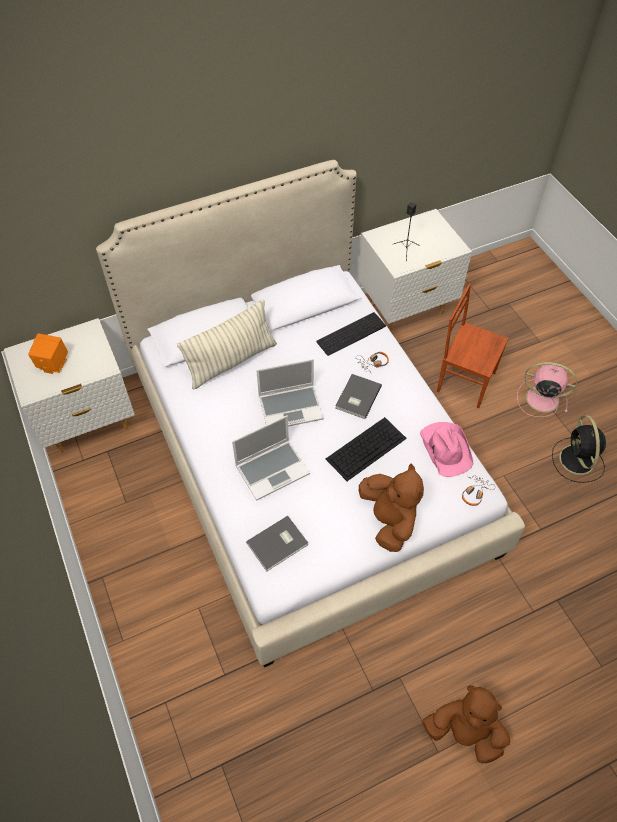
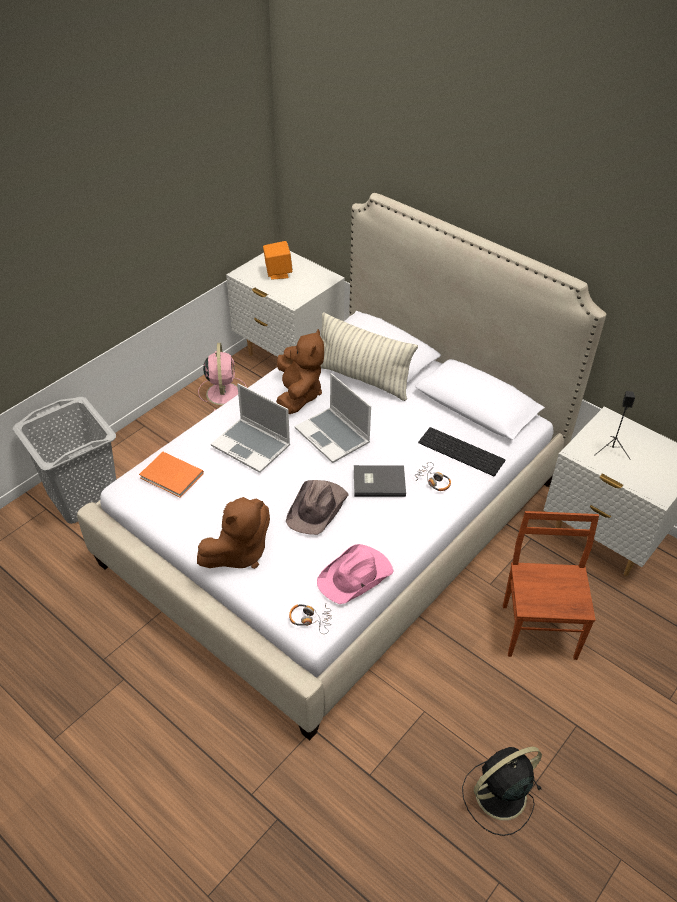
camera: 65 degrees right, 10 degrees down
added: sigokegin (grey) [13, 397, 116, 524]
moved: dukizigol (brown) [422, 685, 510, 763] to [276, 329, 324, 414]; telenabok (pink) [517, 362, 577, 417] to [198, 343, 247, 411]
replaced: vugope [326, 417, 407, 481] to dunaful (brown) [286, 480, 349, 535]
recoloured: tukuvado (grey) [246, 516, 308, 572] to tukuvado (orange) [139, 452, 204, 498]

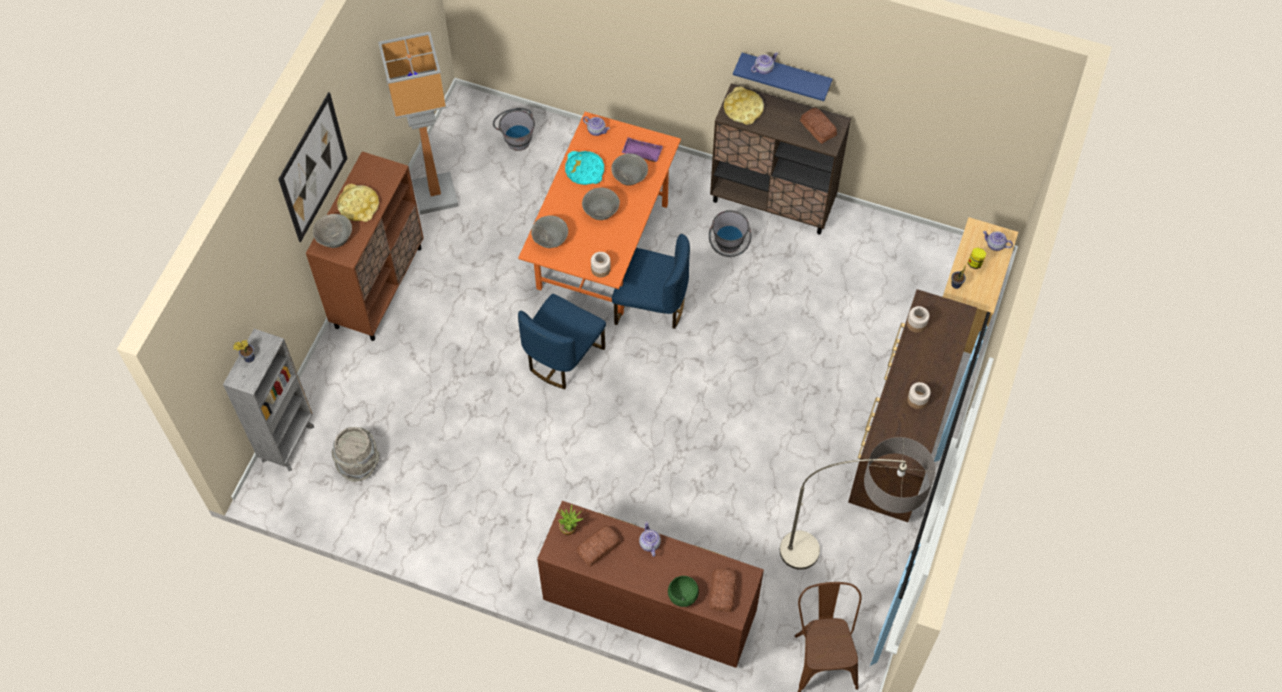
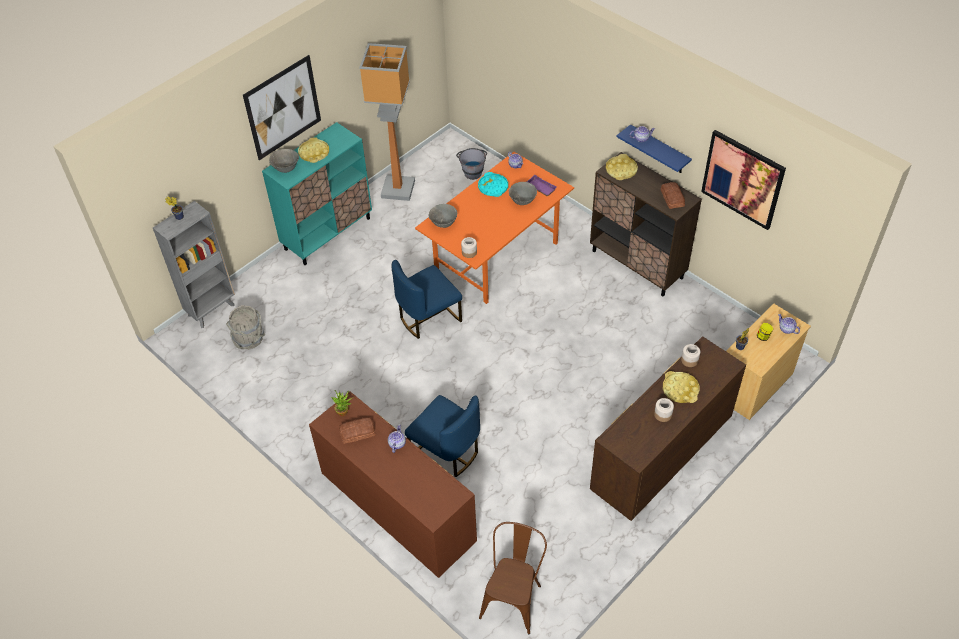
camera: 25 degrees right, 10 degrees down
removed: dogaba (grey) [582, 188, 620, 220]; dogaba (green) [668, 576, 699, 607]; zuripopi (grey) [709, 210, 752, 257]; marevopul [709, 569, 736, 612]; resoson [780, 437, 936, 570]
added: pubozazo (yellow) [663, 371, 699, 403]; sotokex [701, 130, 786, 230]
moved: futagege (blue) [612, 234, 690, 329] to [405, 395, 480, 477]
recoloured: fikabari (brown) [306, 151, 424, 341] to fikabari (turquoise) [262, 122, 372, 265]

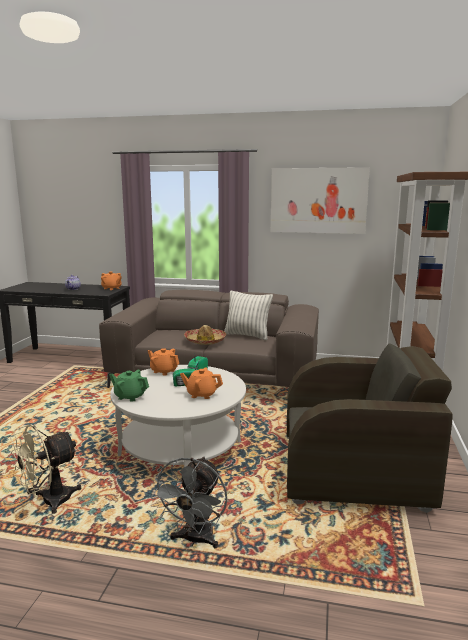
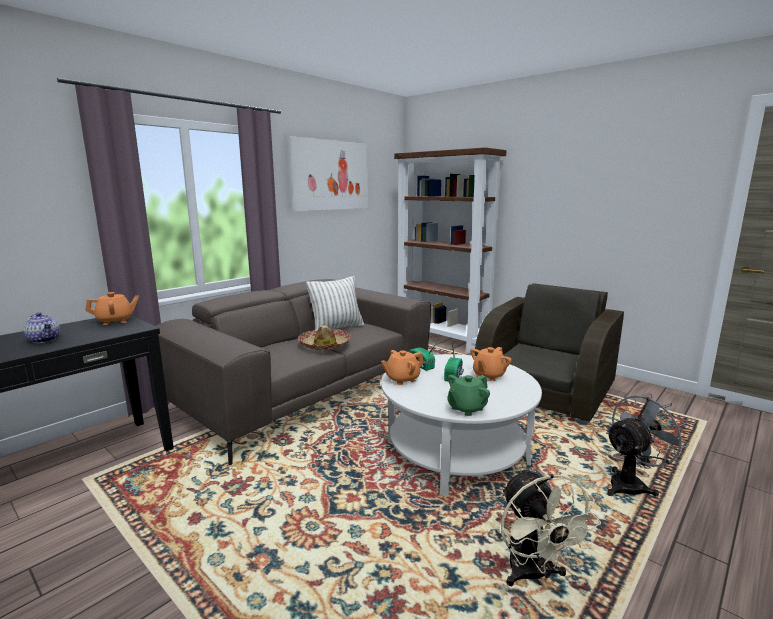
camera: 60 degrees left, 0 degrees up
turned: telenabok (grey) [151, 457, 227, 548] = [606, 393, 689, 497] 75 degrees counterclockwise

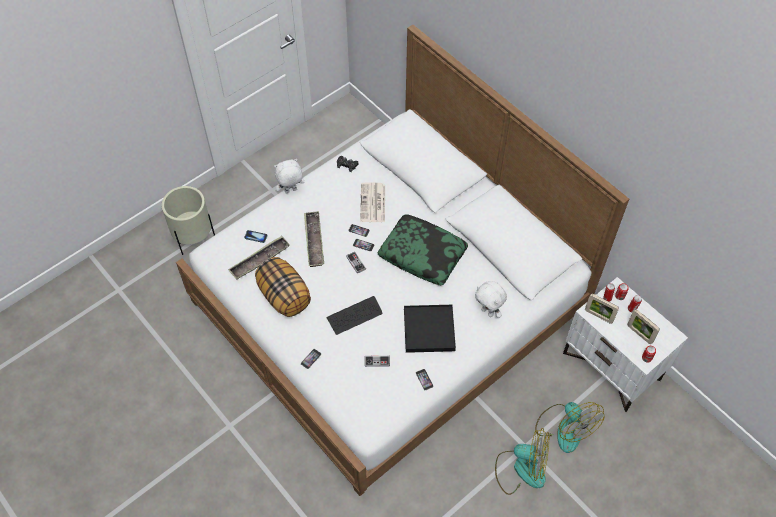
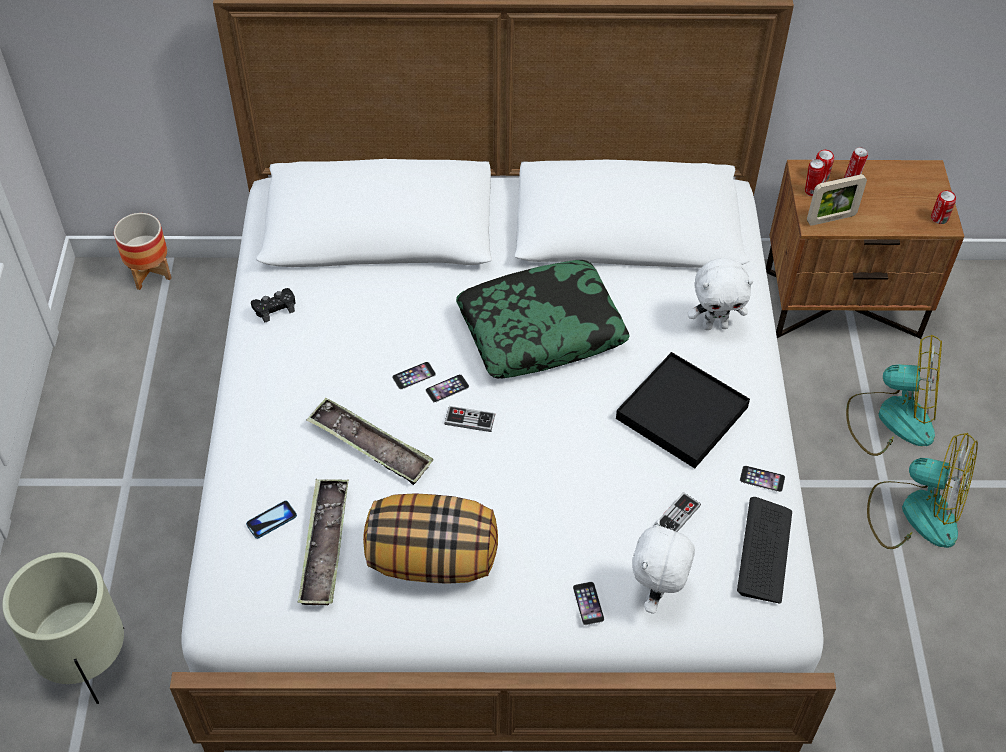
camera: 50 degrees left, 5 degrees down
removed: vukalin [360, 183, 385, 222]; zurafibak [627, 309, 660, 344]
added: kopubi [114, 213, 171, 290]
moved: dukizigol (white) [274, 159, 305, 193] to [632, 519, 695, 614]; vugope [326, 296, 383, 335] to [737, 497, 792, 603]
recoloured: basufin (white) [563, 277, 688, 412] to basufin (brown) [766, 160, 965, 339]
turned: telenabok [495, 428, 549, 495] = [867, 433, 978, 549] 60 degrees clockwise

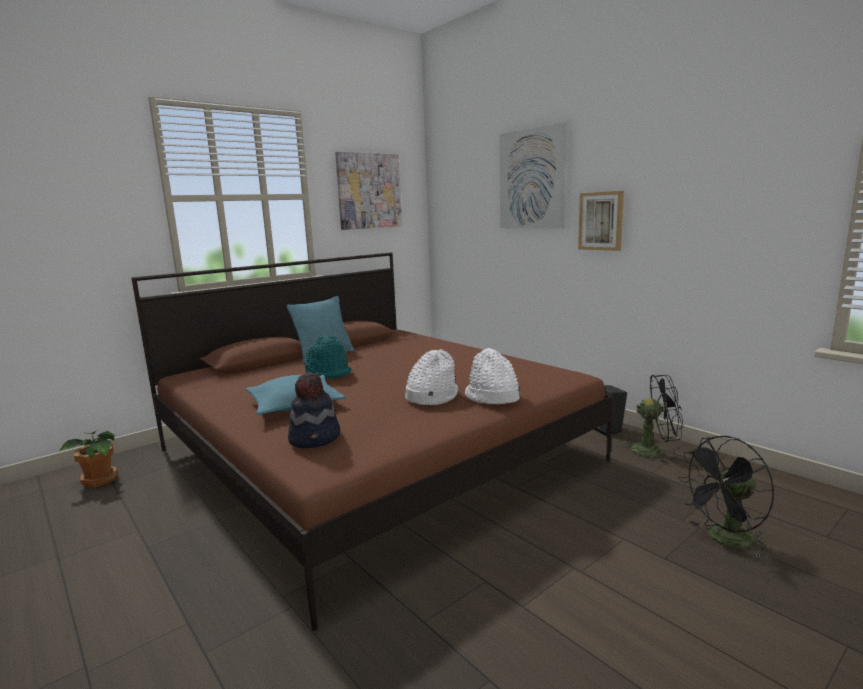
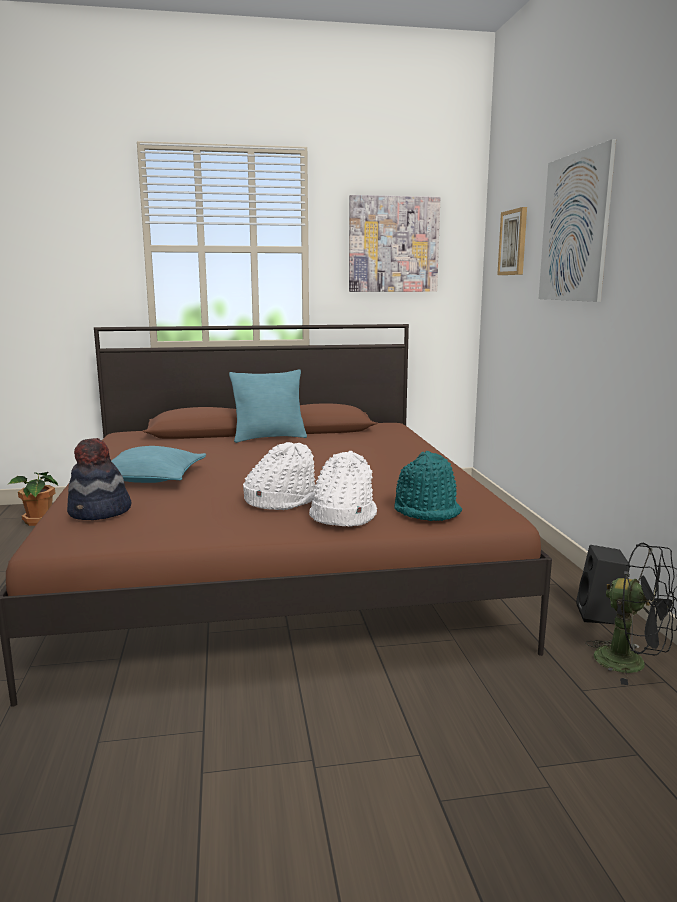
camera: 30 degrees right, 0 degrees up
removed: telenabok (black) [678, 436, 774, 557]
moved: dunaful (turquoise) [305, 335, 351, 379] to [394, 451, 462, 521]; sotokex [578, 191, 624, 251] to [497, 207, 527, 275]

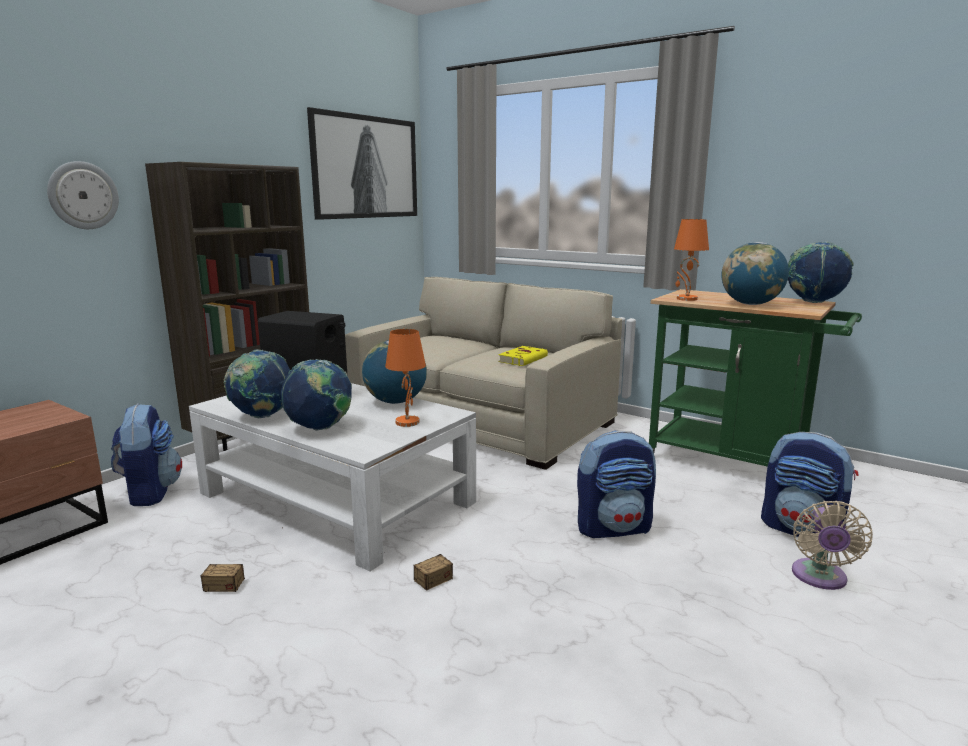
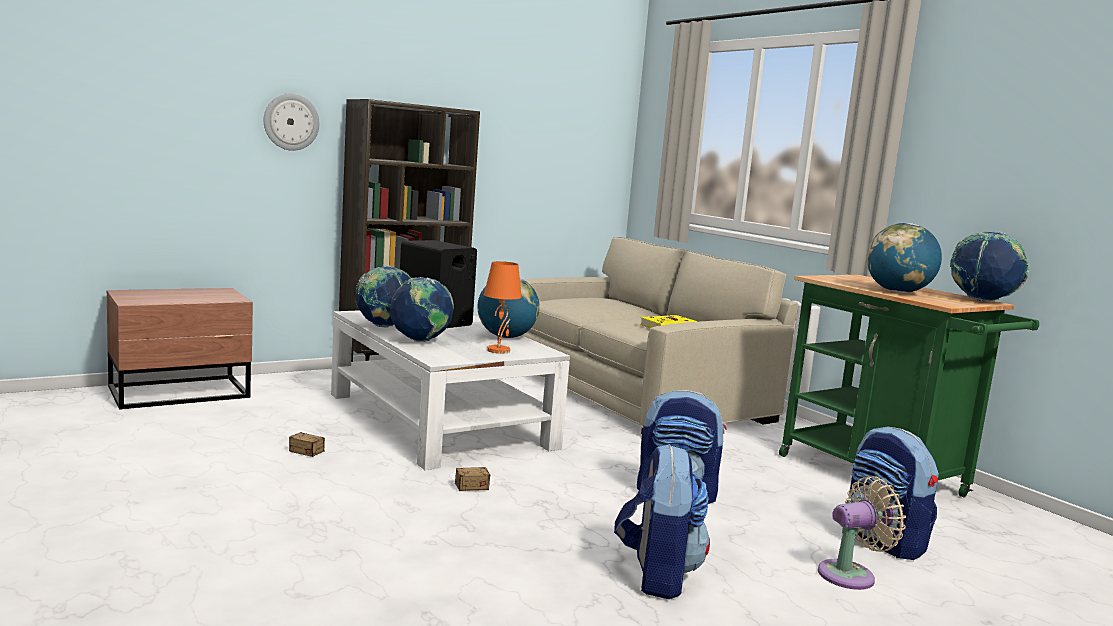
camera: 20 degrees right, 5 degrees down
removed: sotokex [307, 107, 417, 220]; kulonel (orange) [674, 219, 709, 301]
moved: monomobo [111, 403, 182, 506] to [614, 444, 710, 599]
turned: telenabok (beige) [792, 501, 873, 590] = [818, 476, 906, 590] 150 degrees counterclockwise

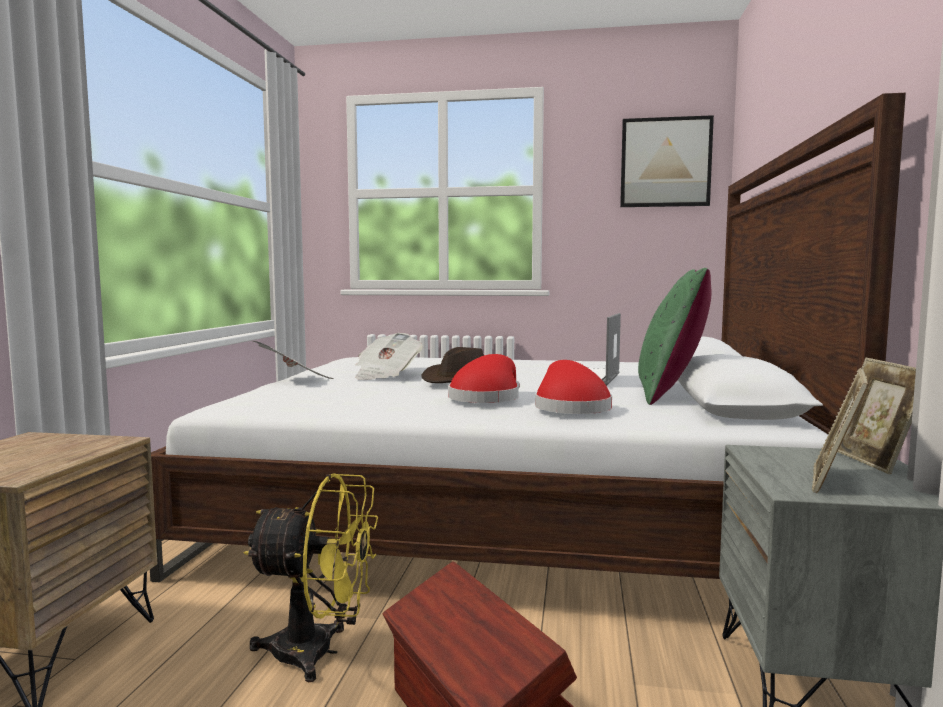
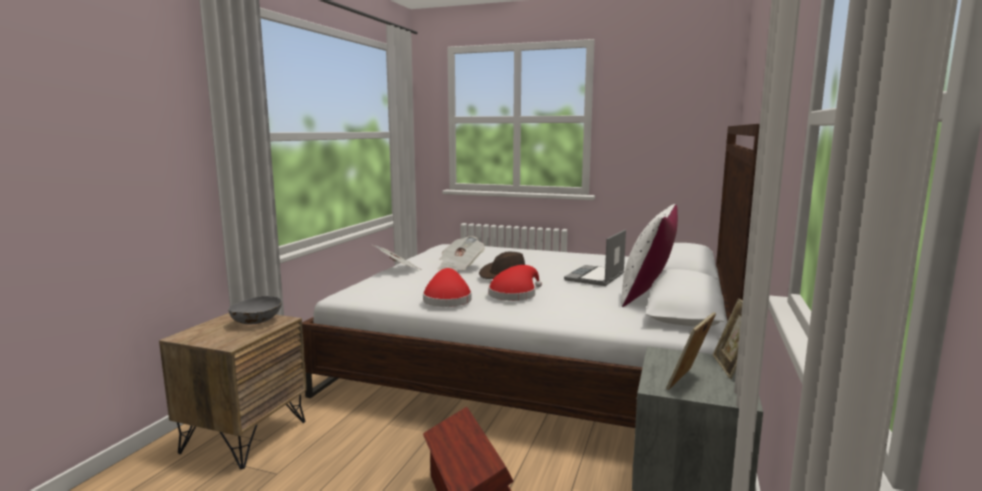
camera: 10 degrees right, 5 degrees up
removed: telenabok (yellow) [244, 473, 378, 682]; sotokex [620, 115, 714, 207]
added: dogaba (grey) [228, 296, 282, 324]
moved: dunaful (red) [535, 360, 612, 414] to [423, 268, 472, 307]
recoloured: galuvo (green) [638, 268, 712, 405] to galuvo (white) [621, 204, 678, 307]

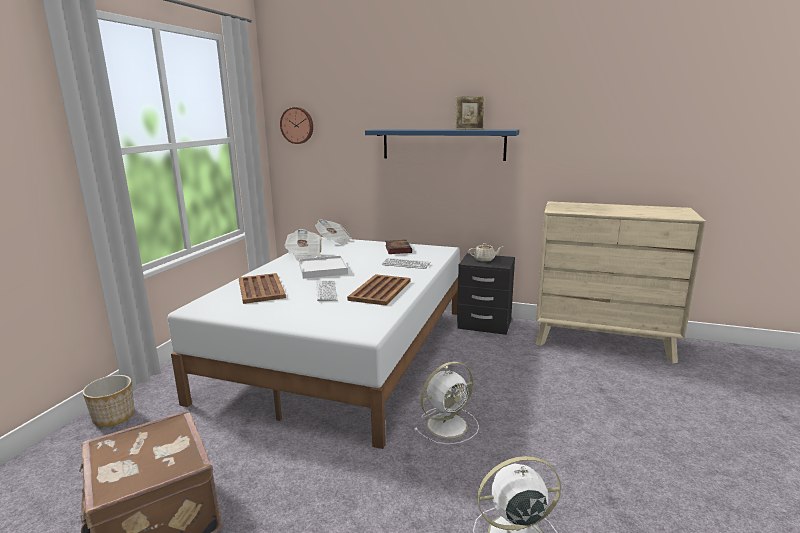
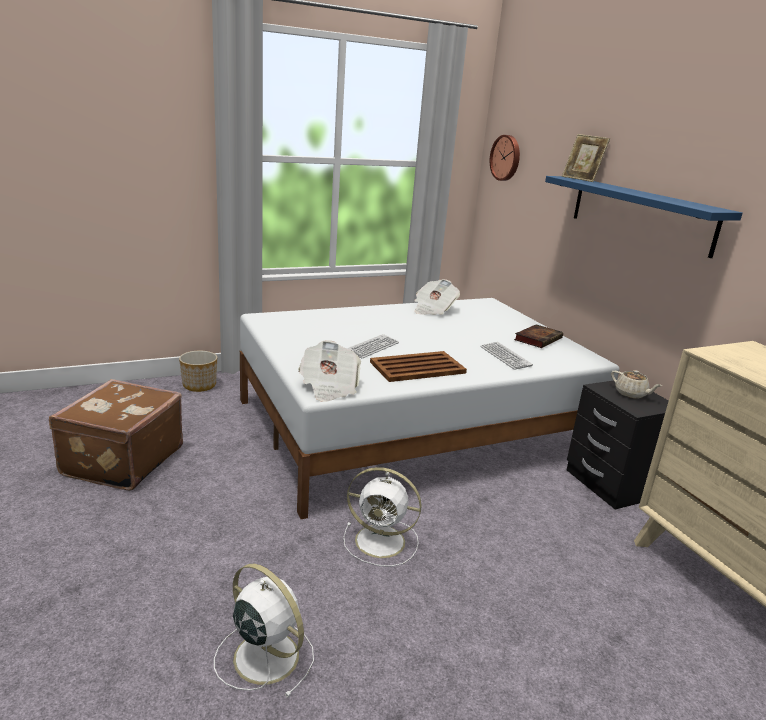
camera: 45 degrees right, 5 degrees up
removed: pubozazo (brown) [239, 273, 286, 304]; pubozazo (white) [299, 256, 348, 279]
moved: vukalin [315, 220, 352, 245] to [298, 340, 361, 402]; zurafibak [455, 96, 484, 130] to [562, 134, 610, 182]

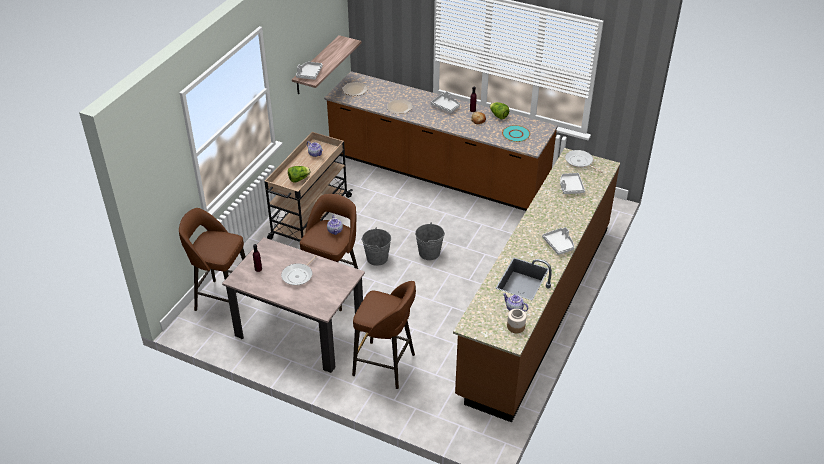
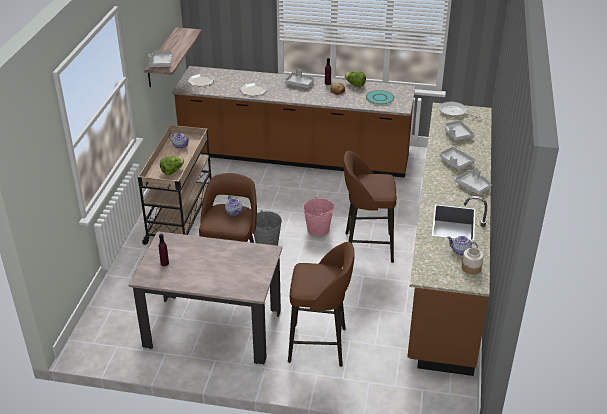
camera: 15 degrees left, 5 degrees down
removed: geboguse [281, 256, 317, 286]
added: pubozazo (grey) [440, 147, 475, 170]
moved: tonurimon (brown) [179, 208, 246, 311] to [343, 151, 397, 263]
recoloured: zuripopi (grey) [415, 223, 445, 260] to zuripopi (pink) [303, 197, 334, 236]

